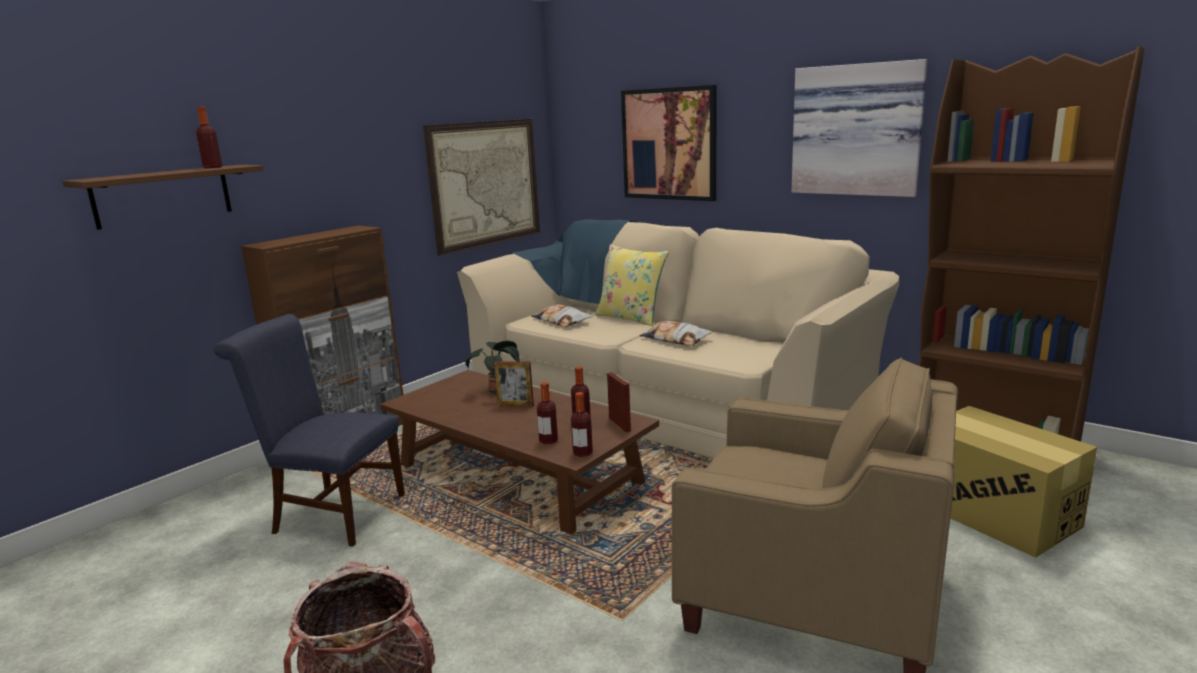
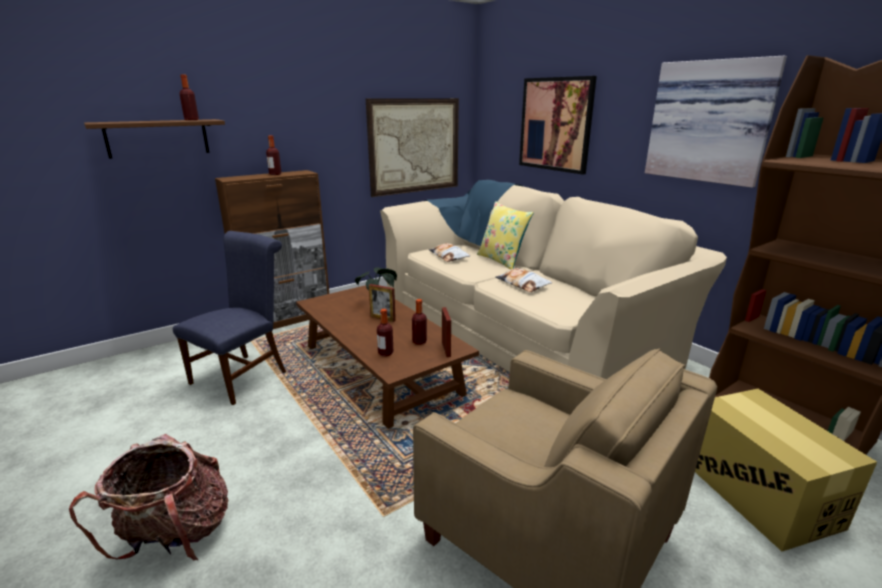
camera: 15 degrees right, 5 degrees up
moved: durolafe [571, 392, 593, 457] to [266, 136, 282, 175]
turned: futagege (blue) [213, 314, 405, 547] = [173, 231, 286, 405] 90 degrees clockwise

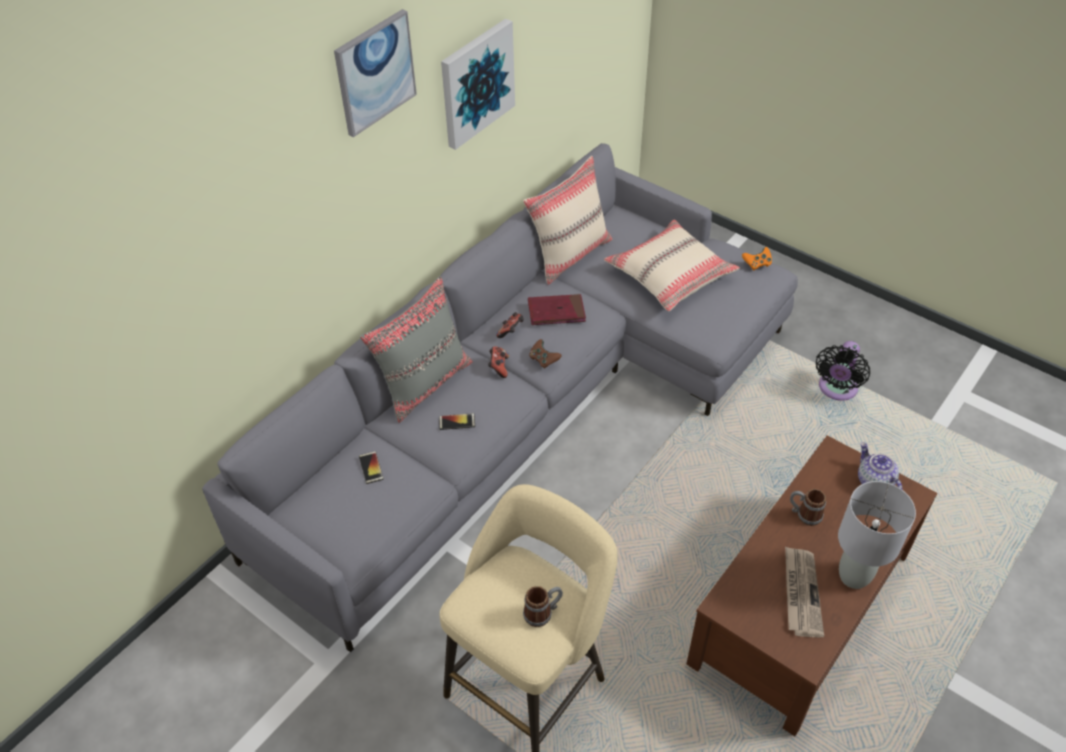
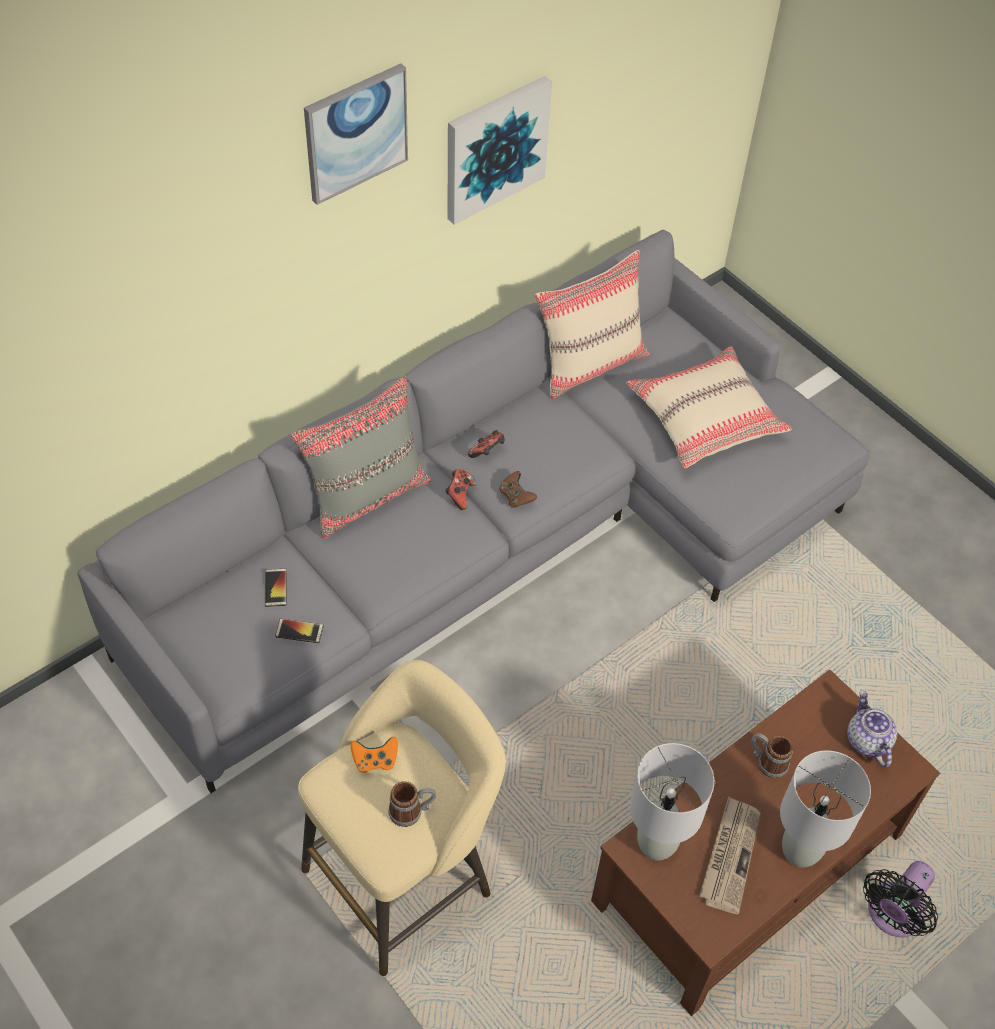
camera: 10 degrees right, 5 degrees up
removed: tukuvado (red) [528, 294, 586, 325]
added: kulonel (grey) [630, 743, 714, 861]
moved: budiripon [439, 413, 475, 430] to [275, 619, 324, 643]; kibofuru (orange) [742, 247, 772, 271] to [351, 737, 398, 773]; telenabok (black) [816, 341, 870, 401] to [863, 861, 938, 937]

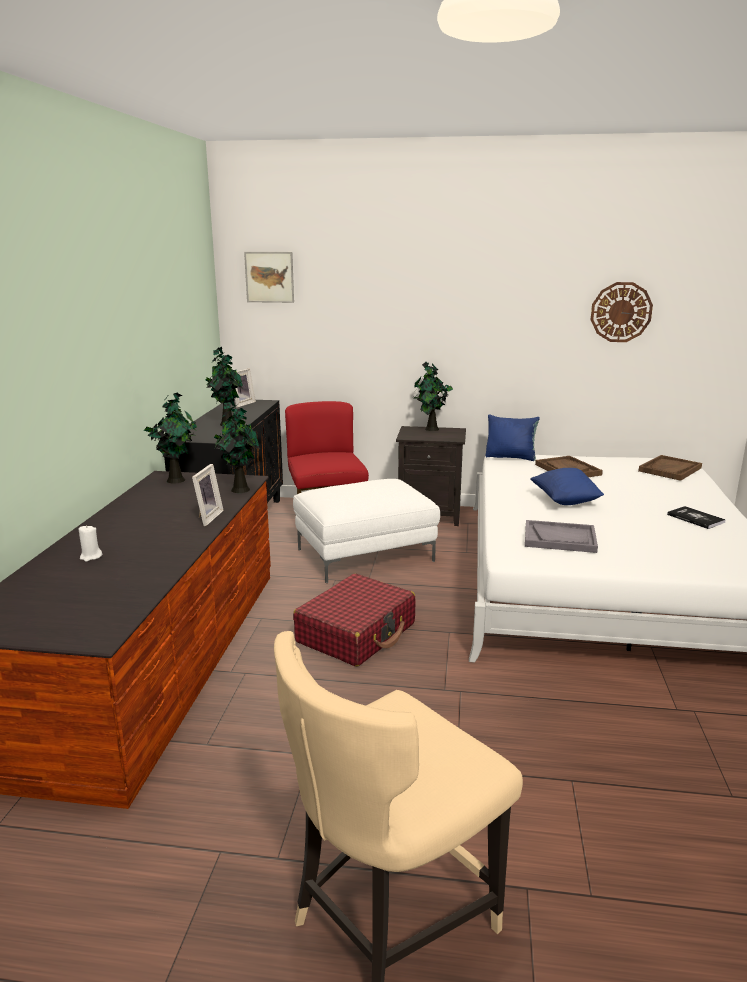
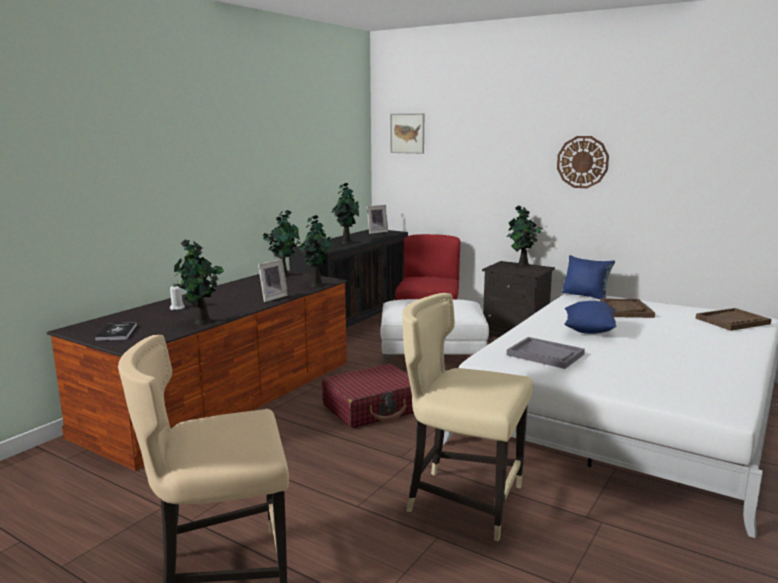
camera: 25 degrees right, 5 degrees down
added: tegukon [172, 239, 224, 325]; futagege (beige) [402, 293, 533, 542]
moved: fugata [591, 282, 653, 342] to [557, 136, 609, 188]; tukuvado [667, 506, 726, 529] to [95, 322, 137, 341]

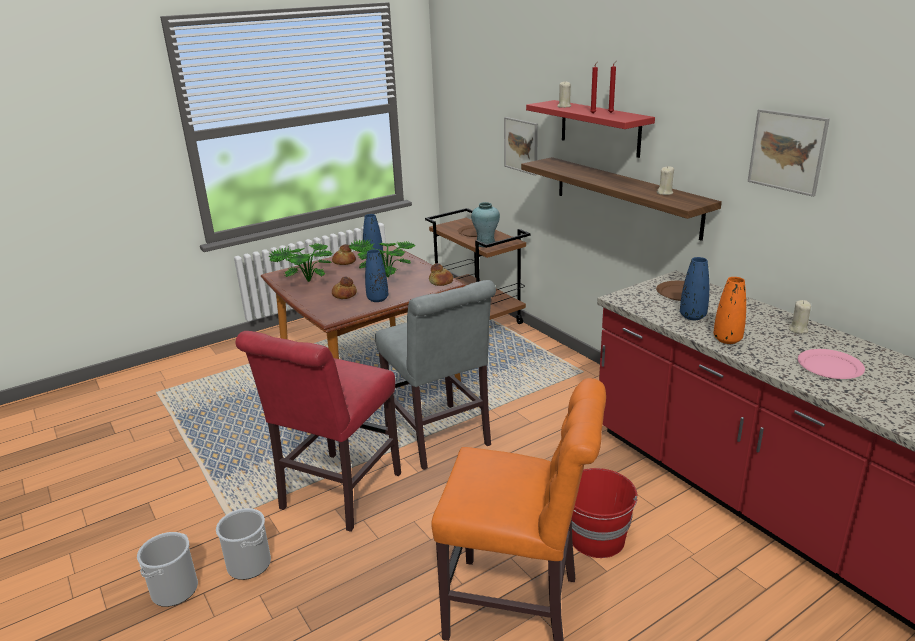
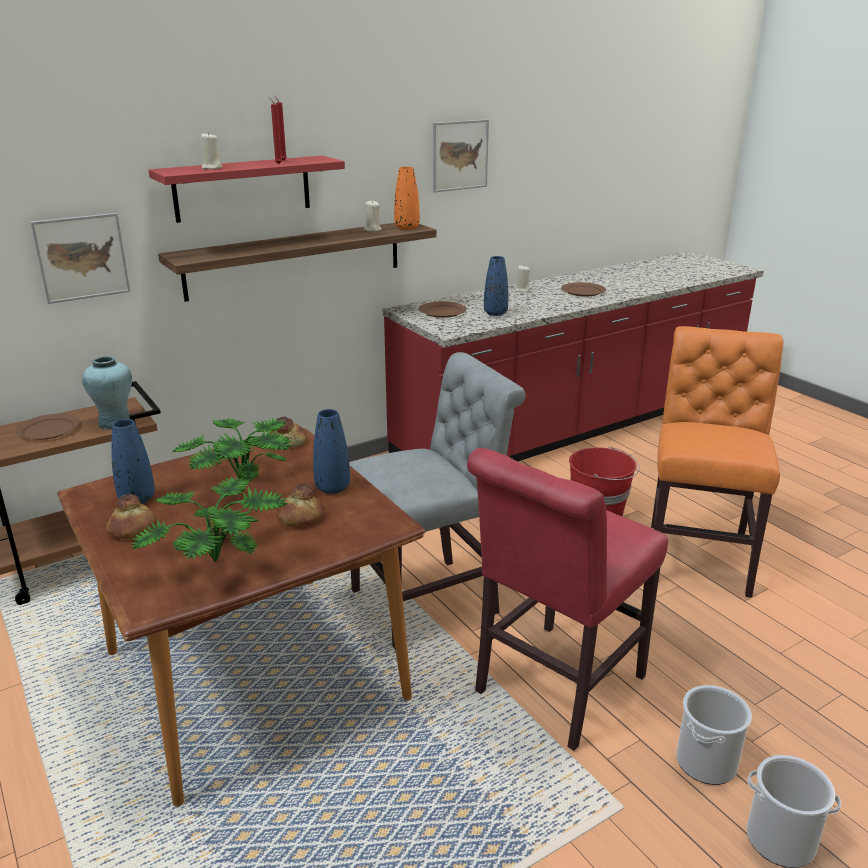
camera: 90 degrees left, 0 degrees up
moved: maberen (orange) [714, 277, 746, 344] to [394, 167, 420, 230]
recoloured: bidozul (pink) [798, 349, 865, 379] to bidozul (brown) [561, 282, 606, 296]
turned: futagege (red) [236, 331, 401, 532] = [467, 448, 668, 751] 105 degrees clockwise

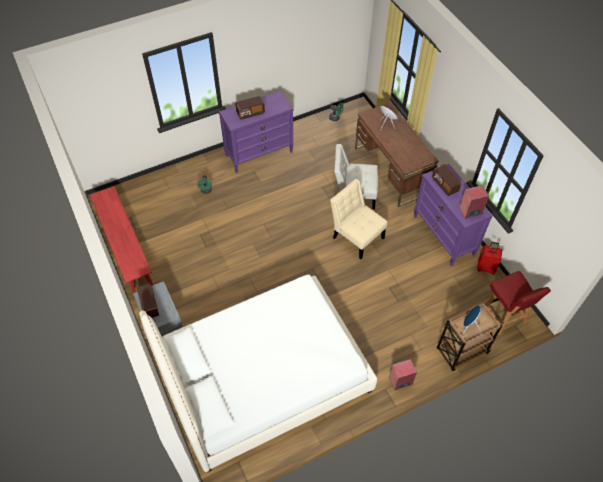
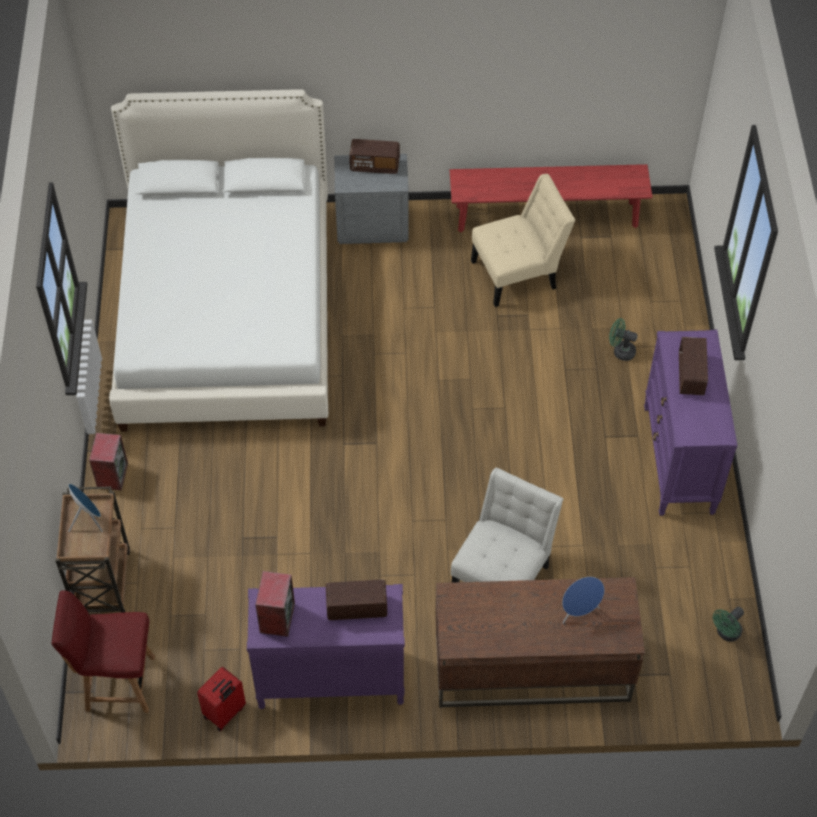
camera: 115 degrees right, 0 degrees up
moved: futagege (beige) [330, 179, 387, 259] to [471, 174, 575, 307]

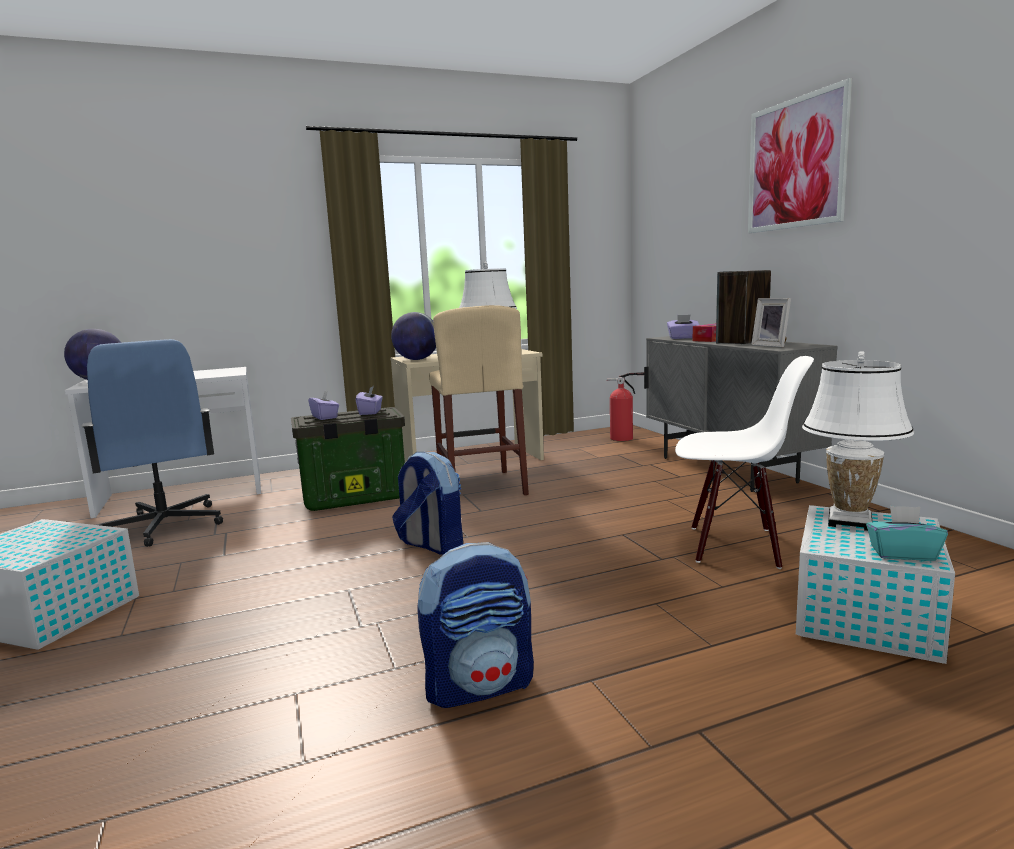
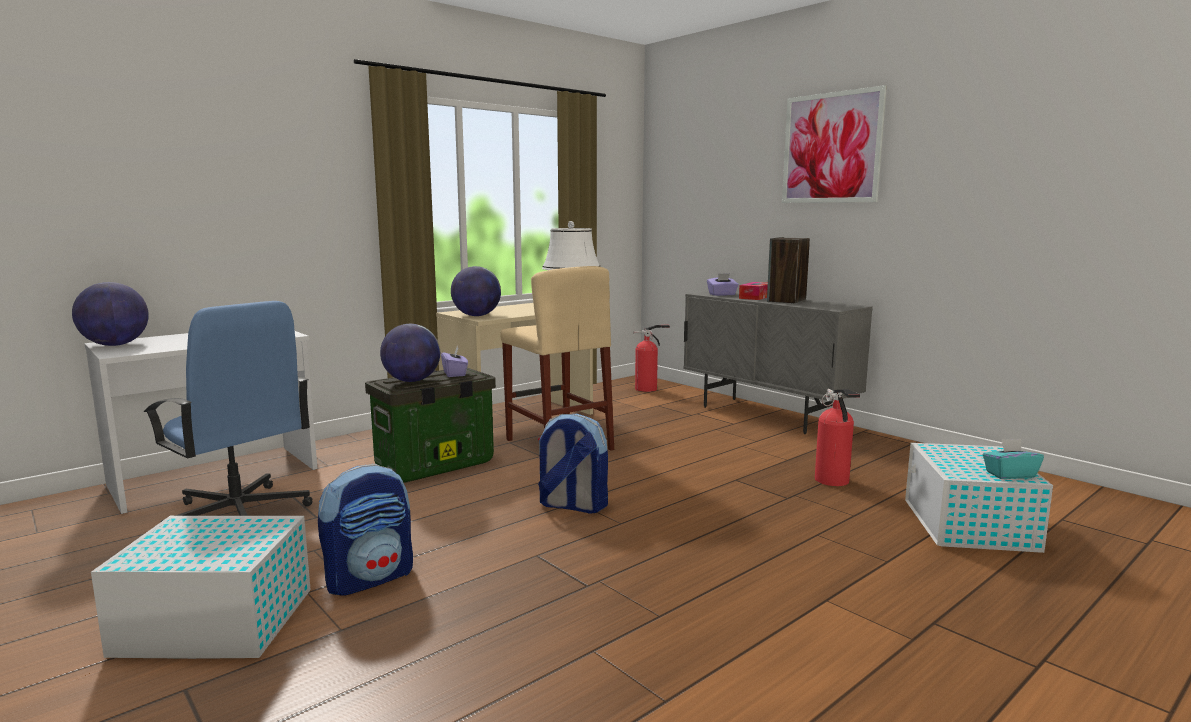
camera: 20 degrees left, 0 degrees up
removed: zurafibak [751, 298, 791, 348]; kulonel (white) [802, 352, 914, 531]
moved: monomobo [417, 542, 534, 708] to [318, 464, 413, 596]
replaced: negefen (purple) [308, 390, 339, 420] to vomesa [380, 324, 440, 382]; futagege (white) [675, 356, 814, 569] to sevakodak [815, 389, 860, 486]

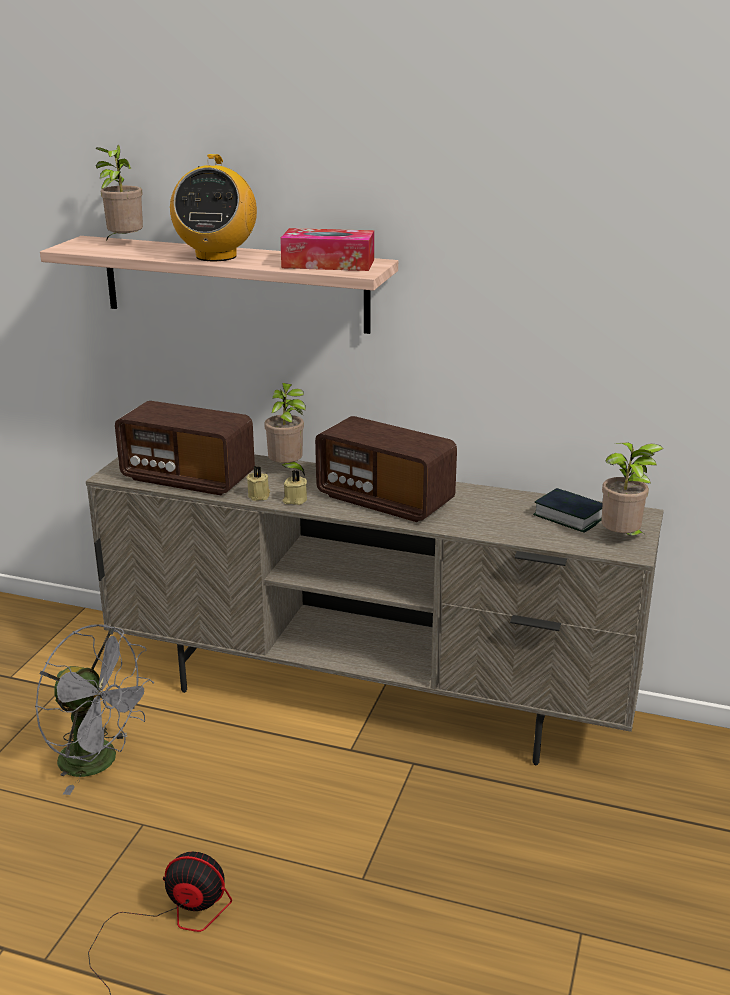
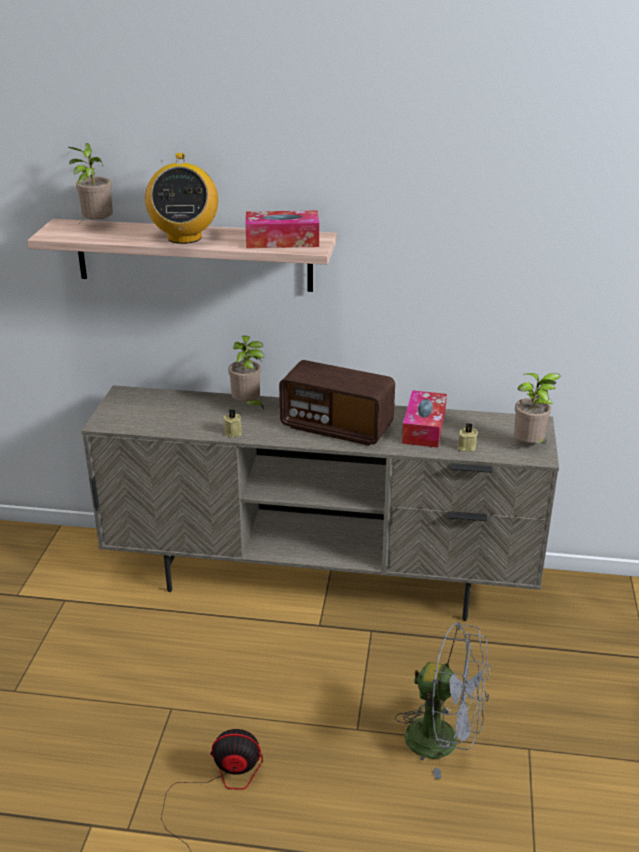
camera: 10 degrees left, 5 degrees up
removed: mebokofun [115, 401, 255, 495]; tukuvado [533, 488, 603, 533]
added: negefen [402, 390, 447, 448]
moved: telenabok (grey) [35, 624, 154, 795] to [395, 622, 490, 779]; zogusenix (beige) [283, 470, 307, 505] to [457, 423, 478, 452]

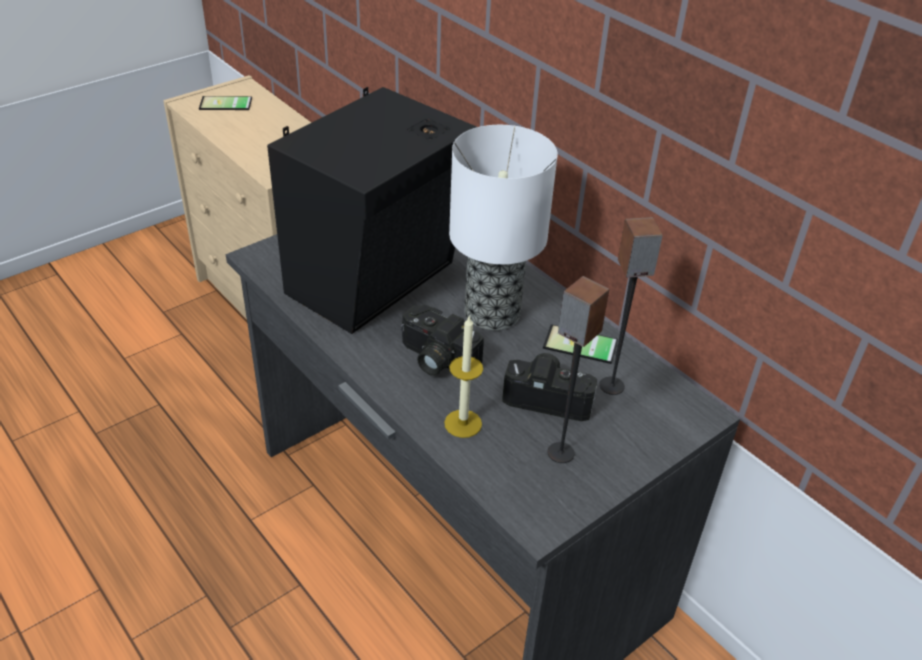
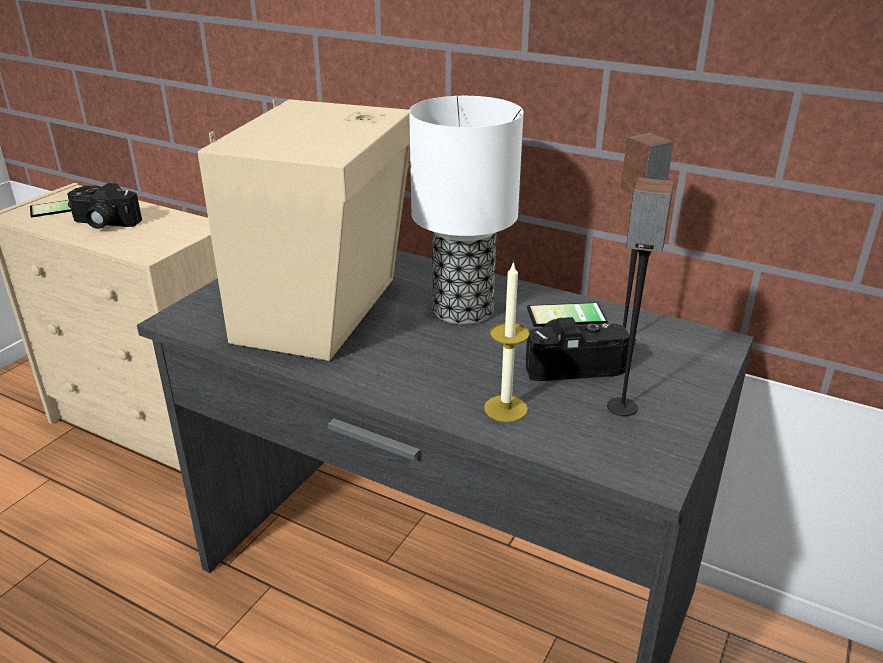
camera: 20 degrees left, 10 degrees down
moved: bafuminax [400, 305, 484, 376] to [67, 183, 142, 229]
recoloured: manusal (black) [267, 87, 477, 334] to manusal (beige) [198, 97, 410, 361]

